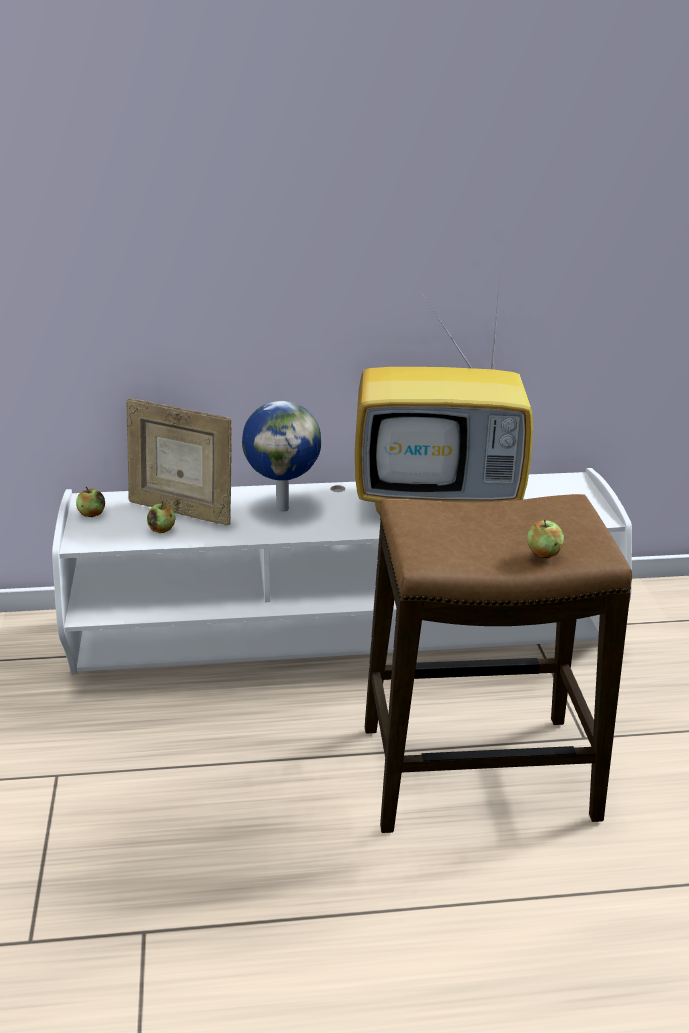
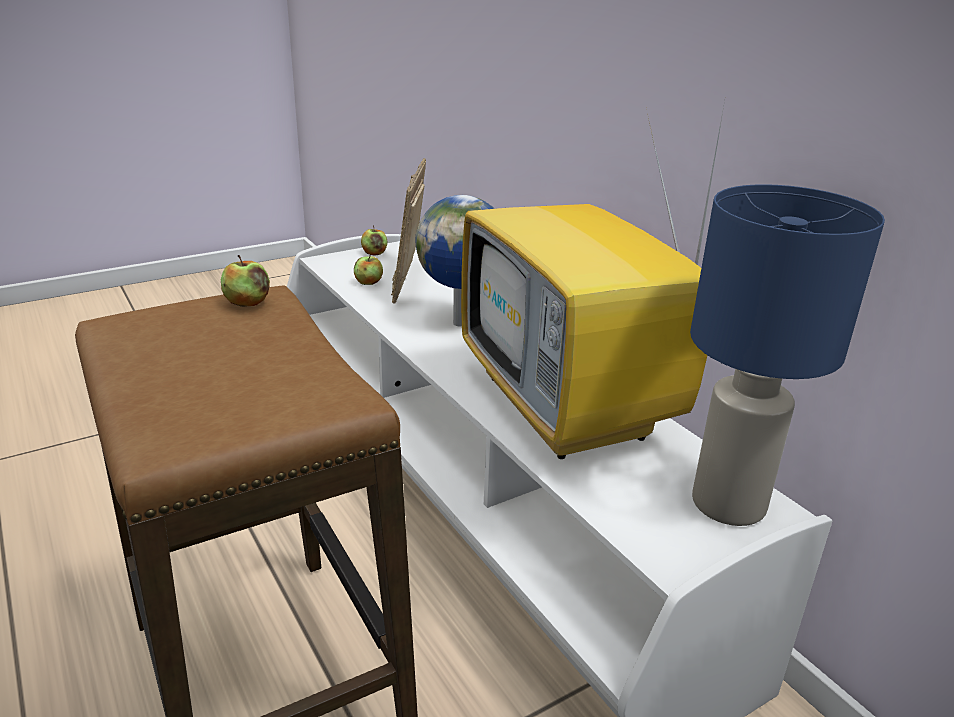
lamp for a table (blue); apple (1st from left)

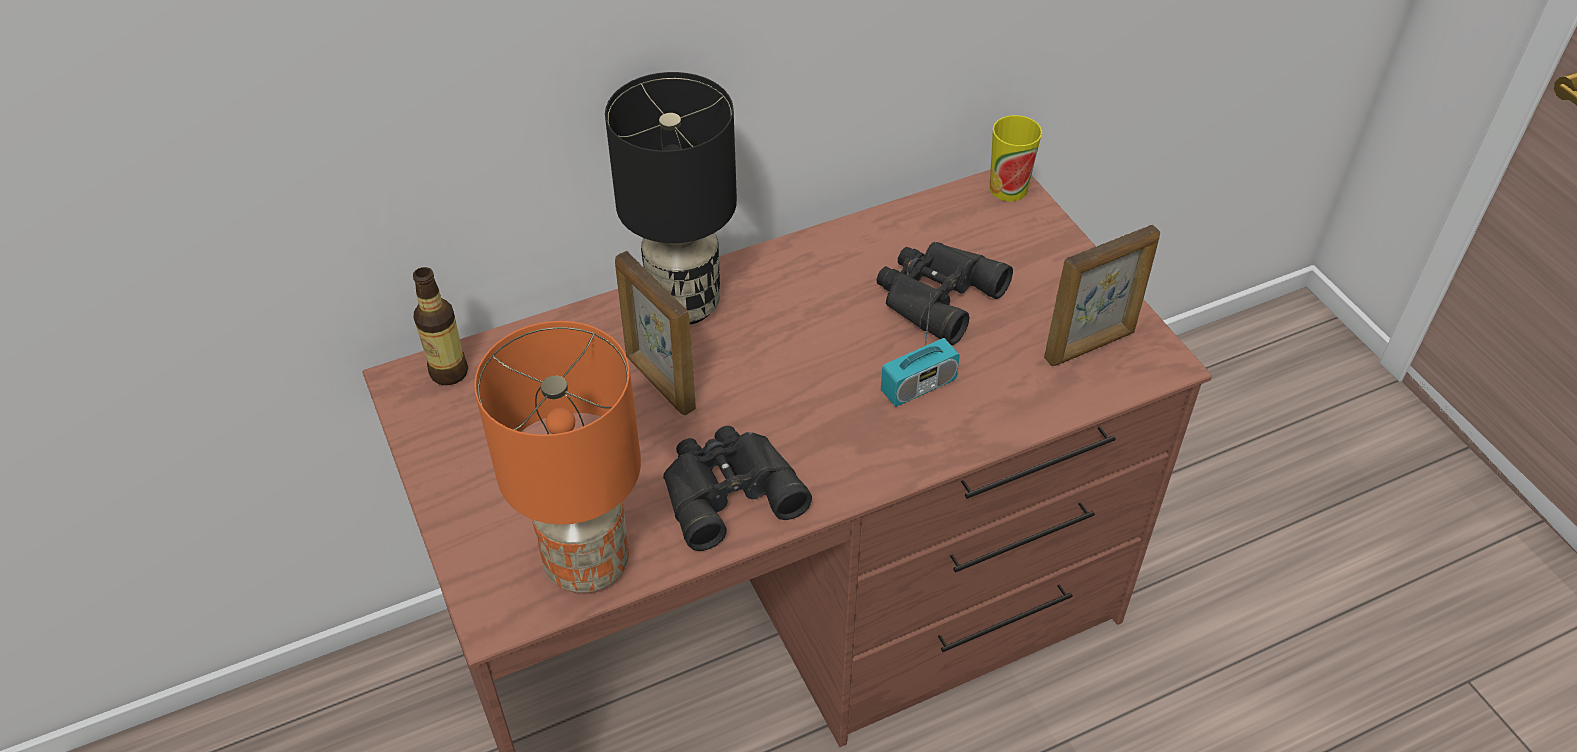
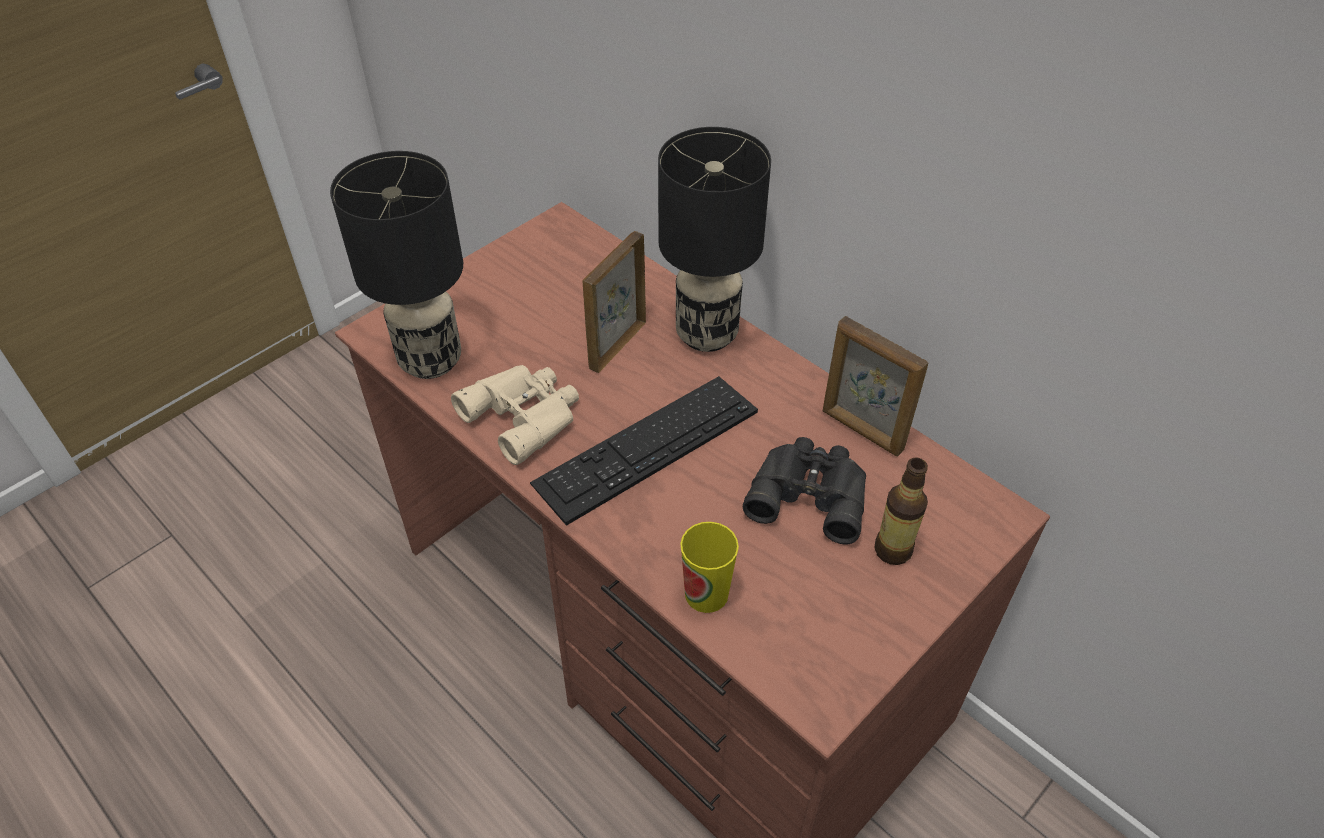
radio set; computer keyboard; drink bottle; drinking cup; picture frame (2nd from left); lamp for a table (black-coloured) (1st from left); field glasses (beige)

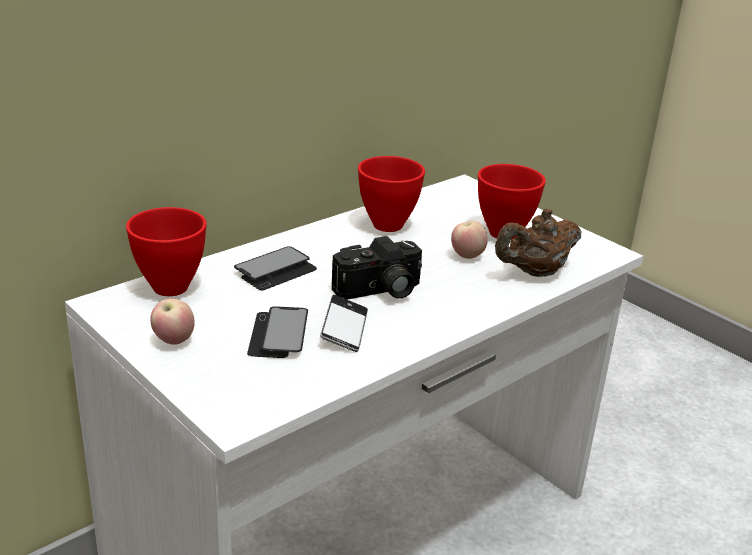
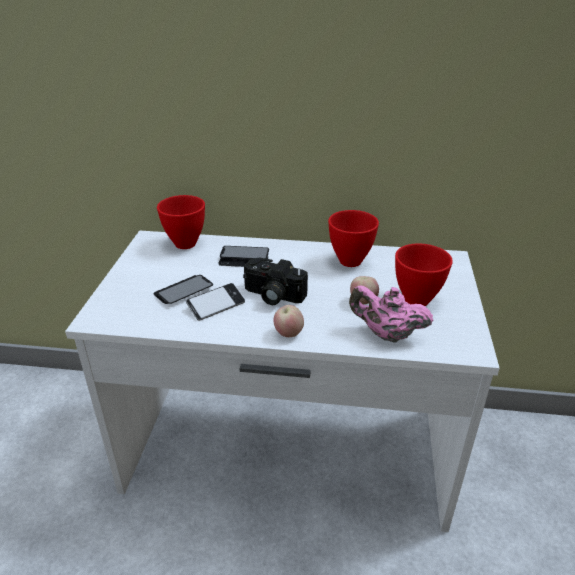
apple (1st from left); teapot (pinkish)

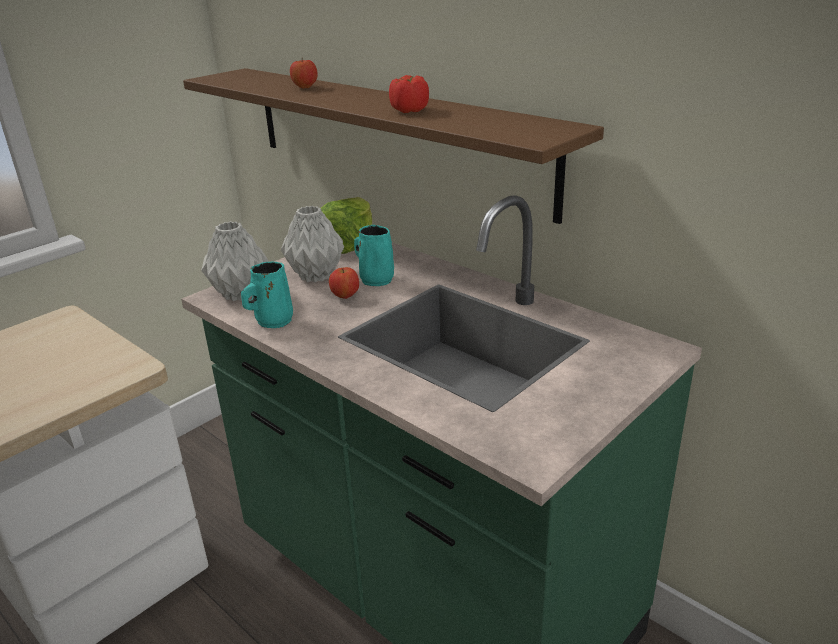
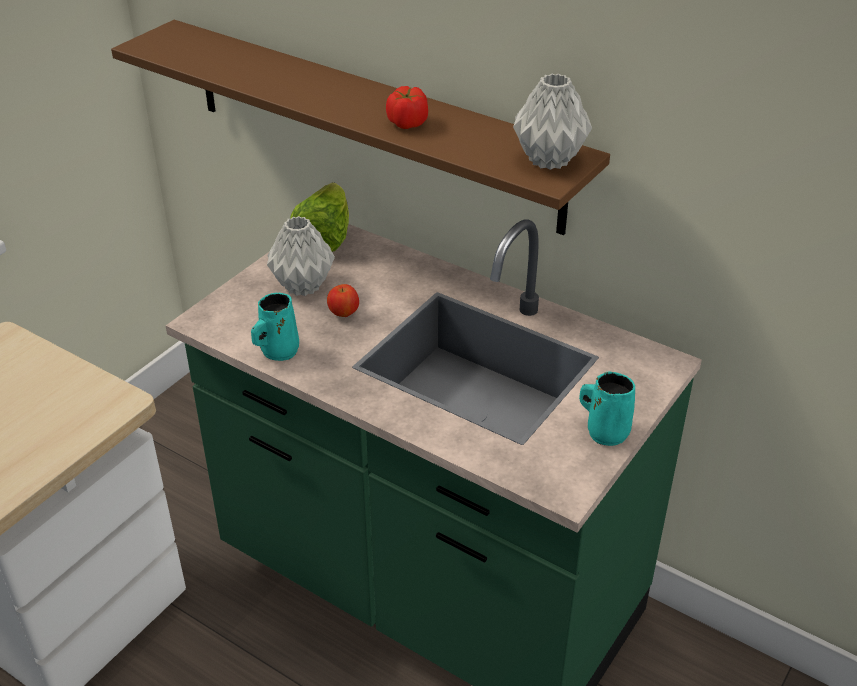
apple (1st from left in the first image); decorative vase (gray) (2nd from left); coffee mug (turquoise) (2nd from left)

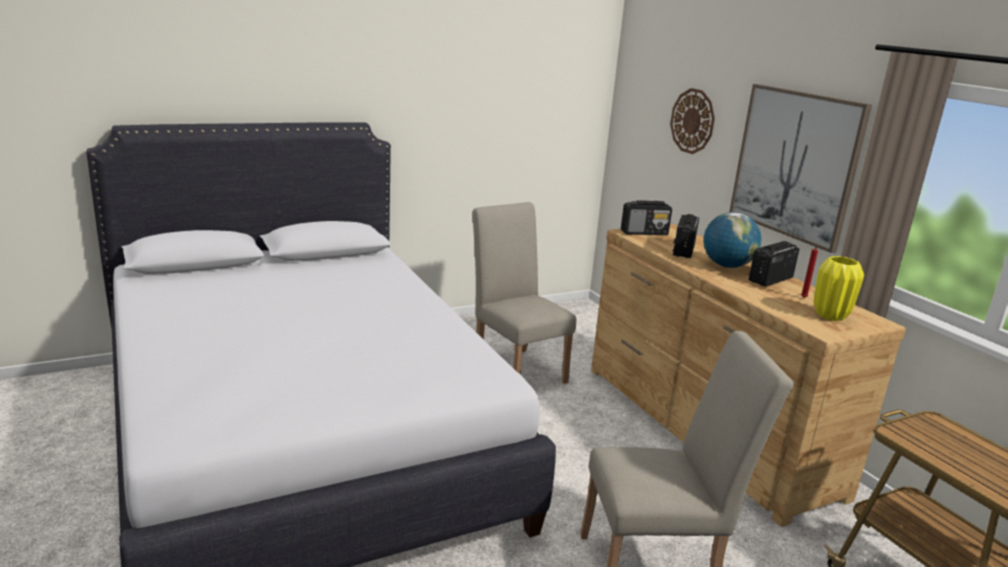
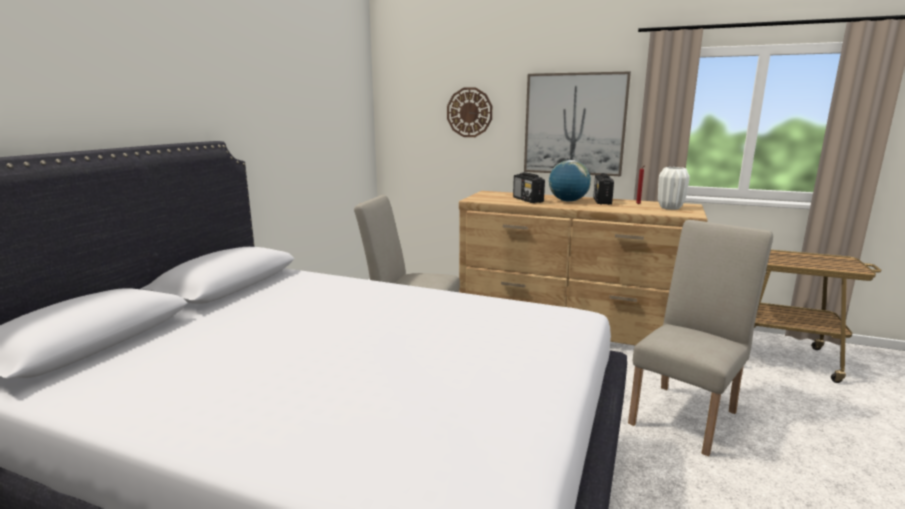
radio set (1st from left in the first image); decorative vase (white)

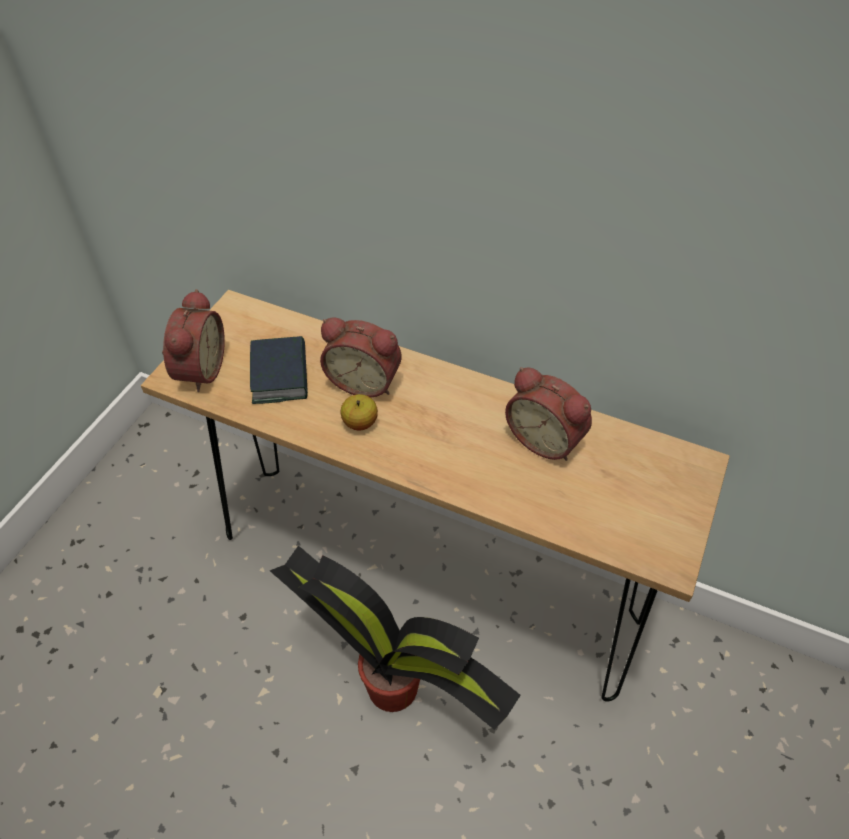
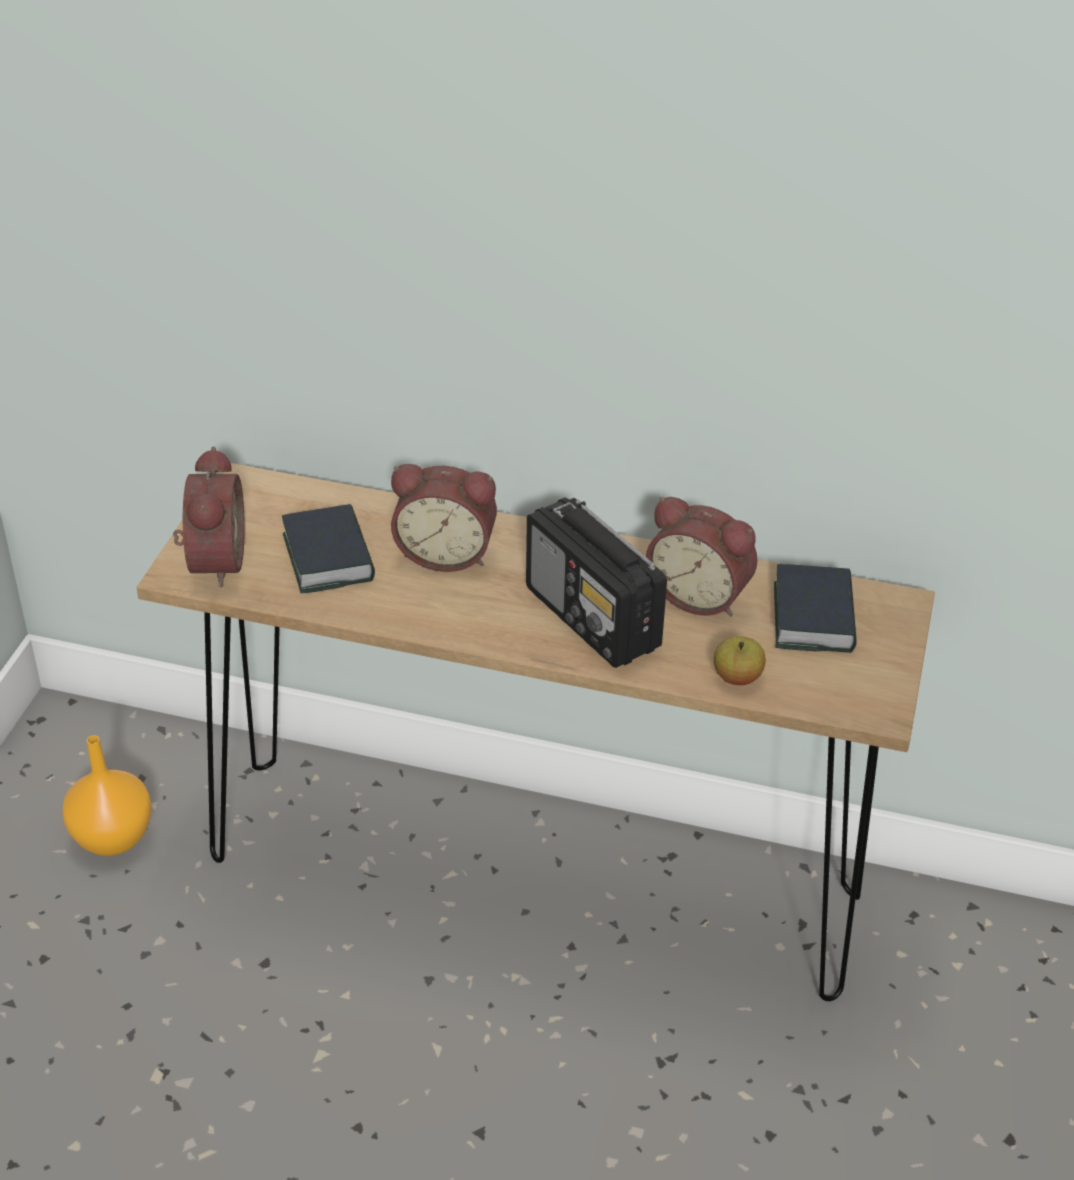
potted plant; decorative vase (orangey); radio set; volume (2nd from left); apple

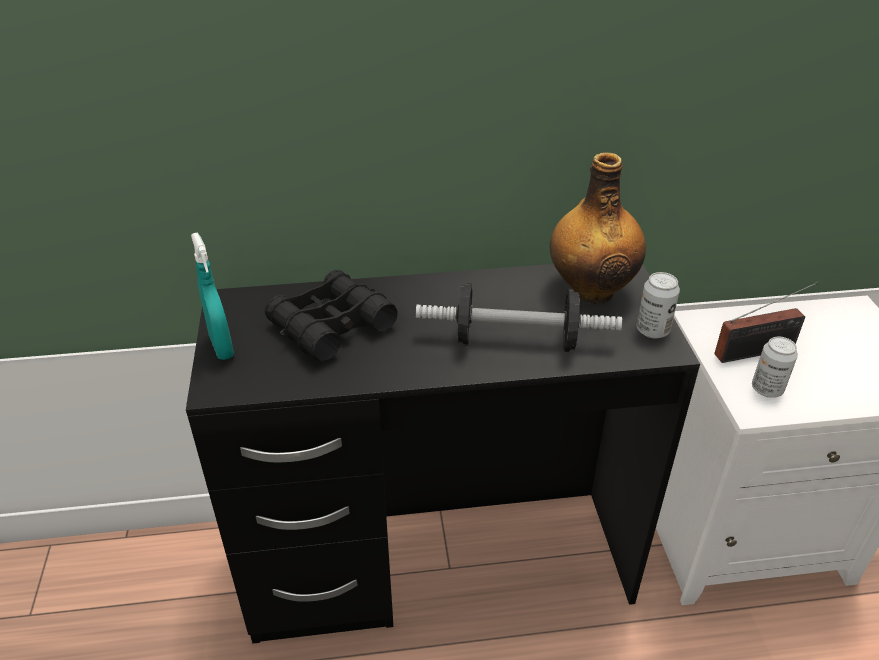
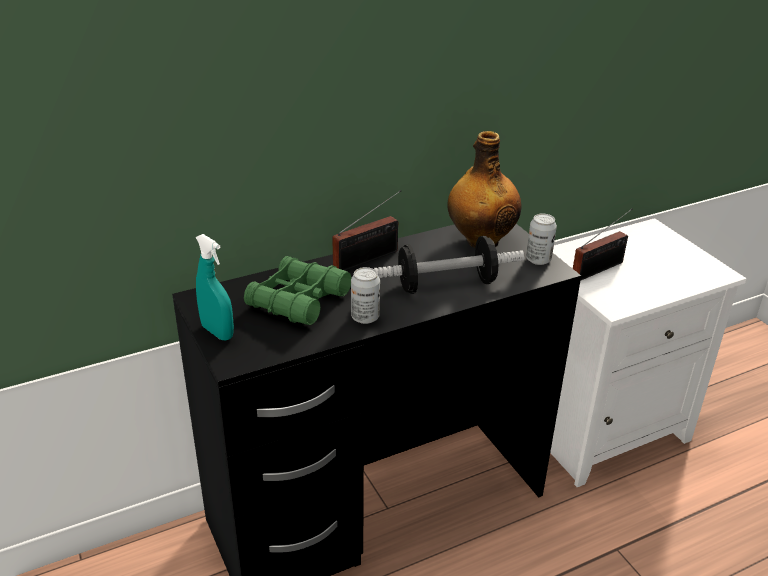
radio set (1st from left); sealed can (1st from left); field glasses (greenish)

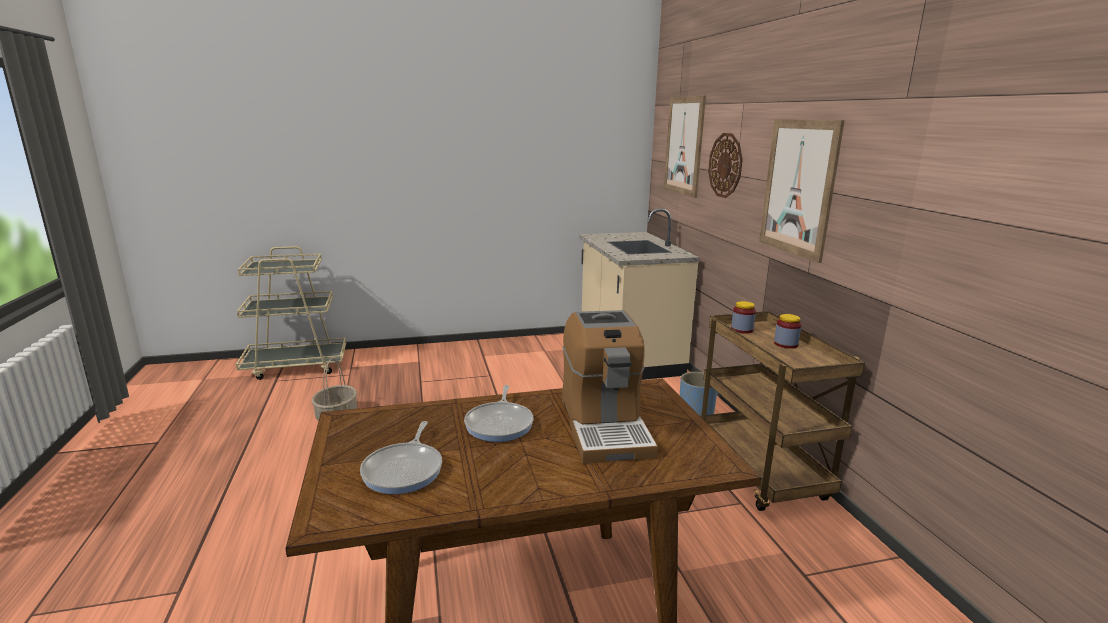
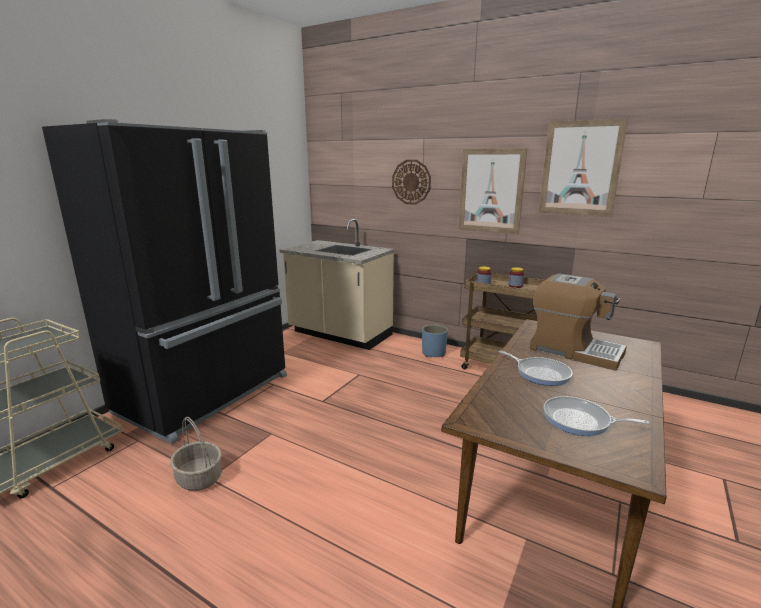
fridge (black-coloured); wall art (2nd from left); frying pan (2nd from left)

